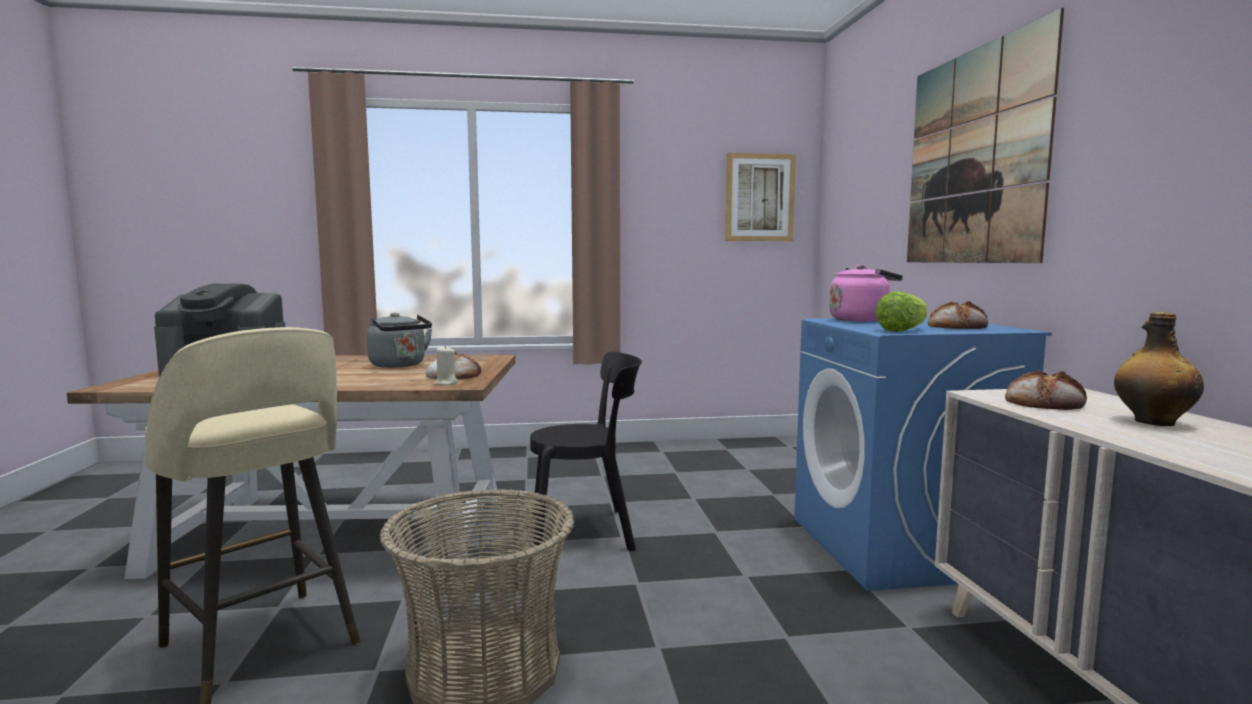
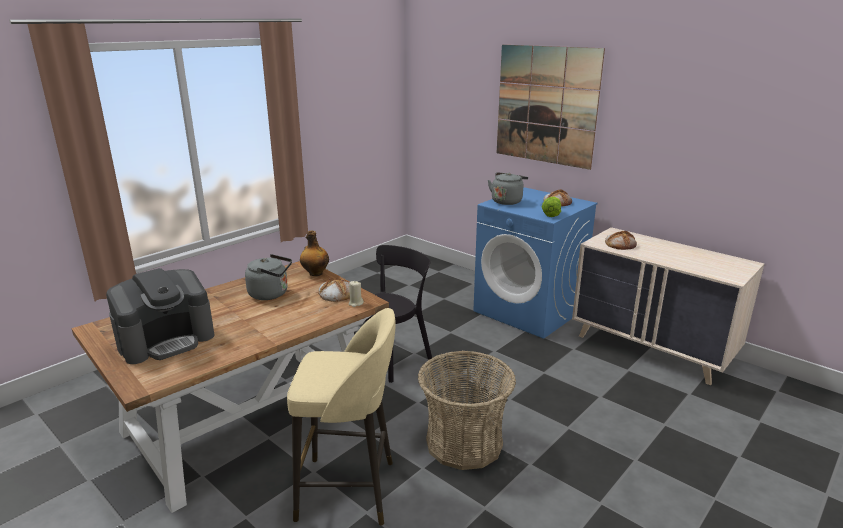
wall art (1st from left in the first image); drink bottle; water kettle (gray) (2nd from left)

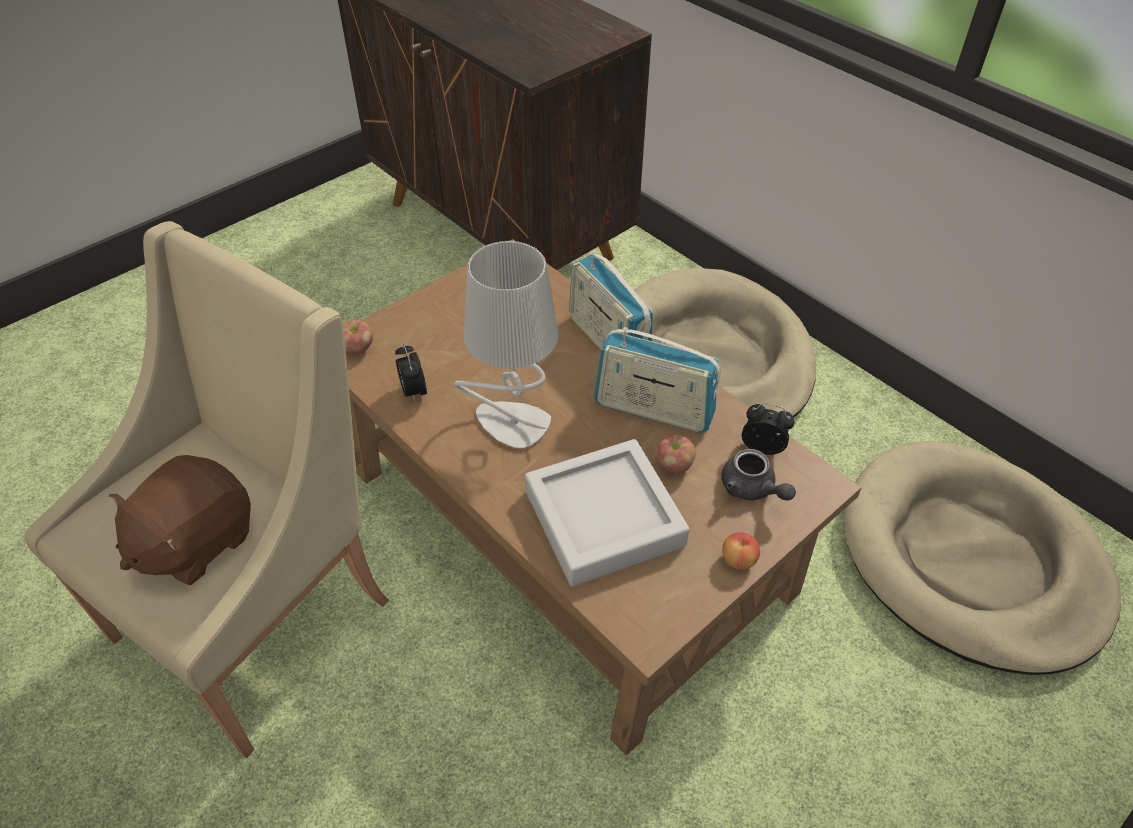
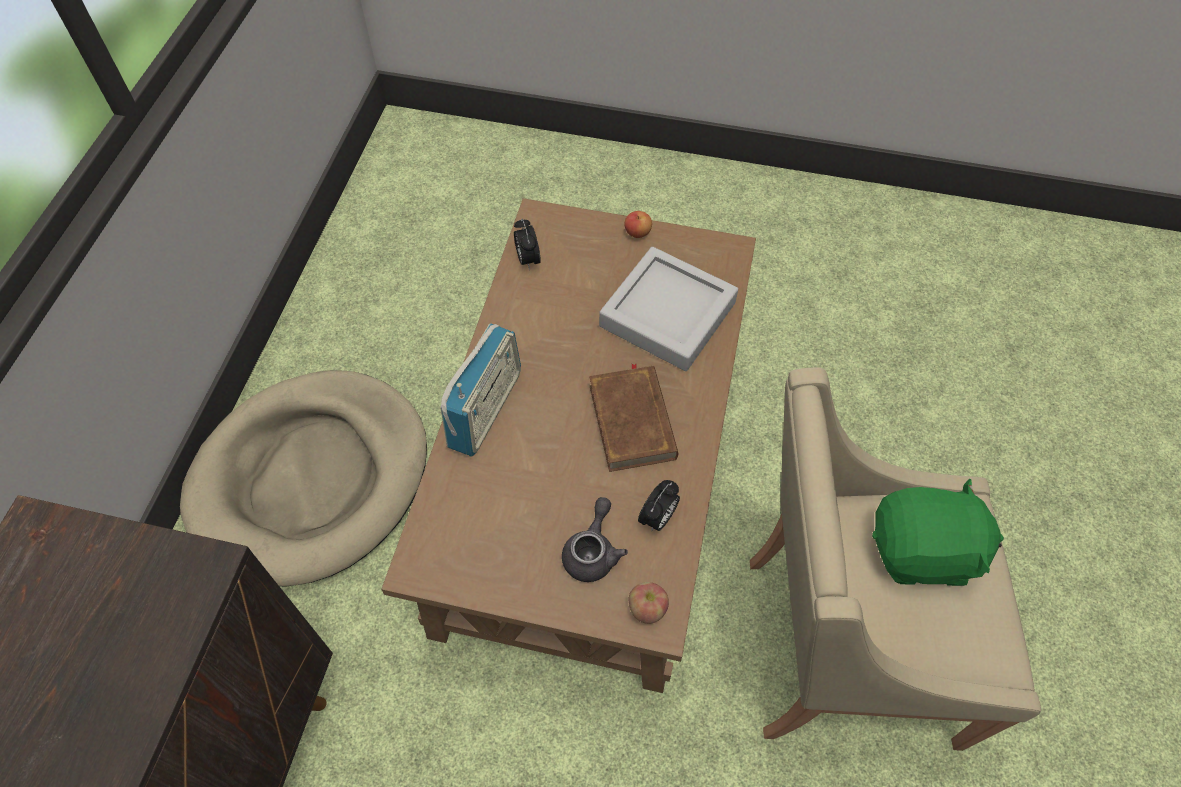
radio set (2nd from left in the first image); apple (2nd from left in the first image); dog cushion (beige) (2nd from left in the first image); teapot (gray); volume (brownish); cuddly toy (greenish)

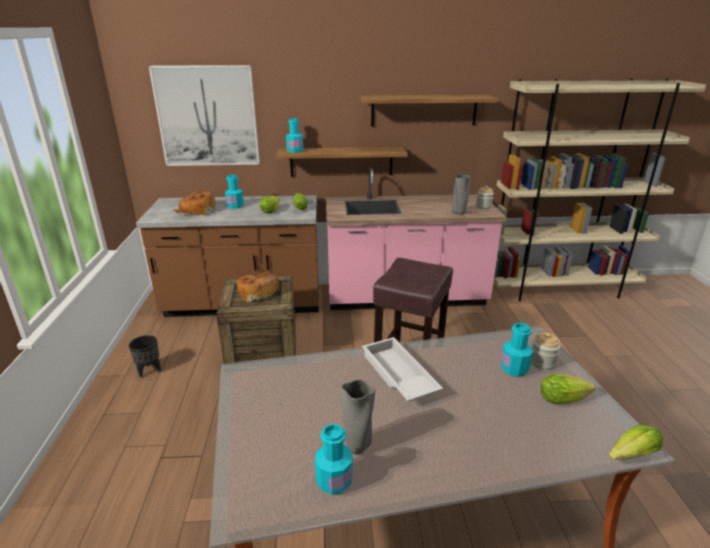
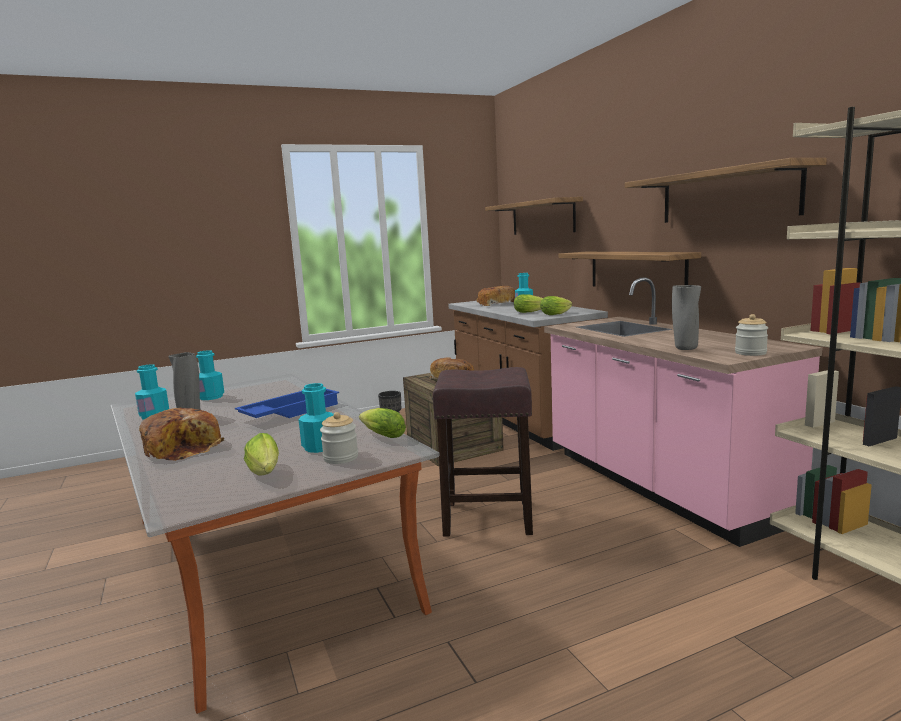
bread (1st from left); drink bottle (turquoise) (2nd from left); lettuce head (2nd from left); bracket shelf (1st from left); carrying tray (blue)

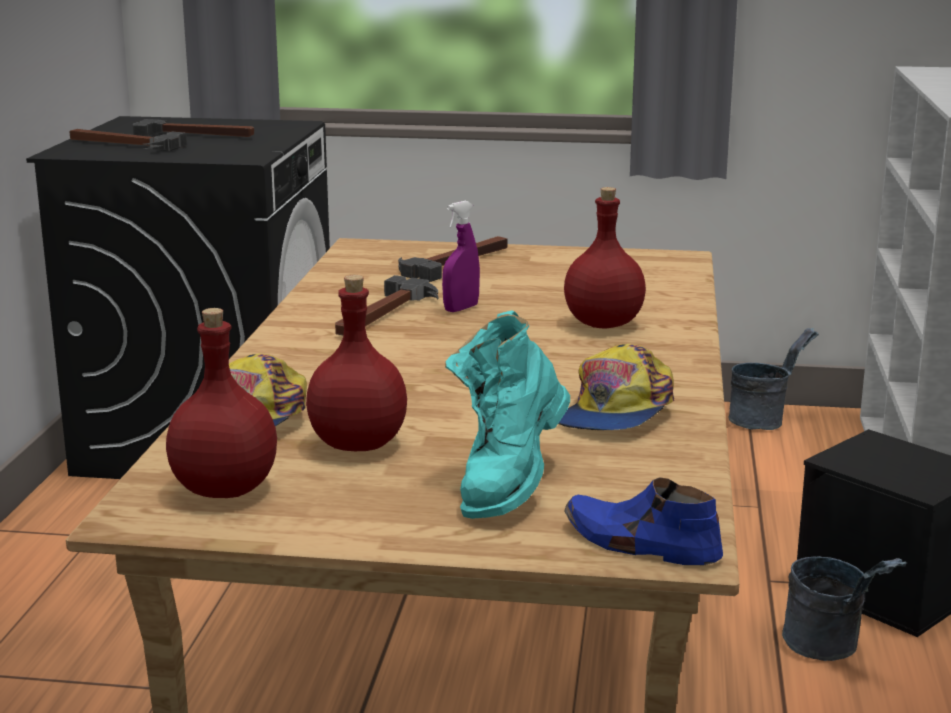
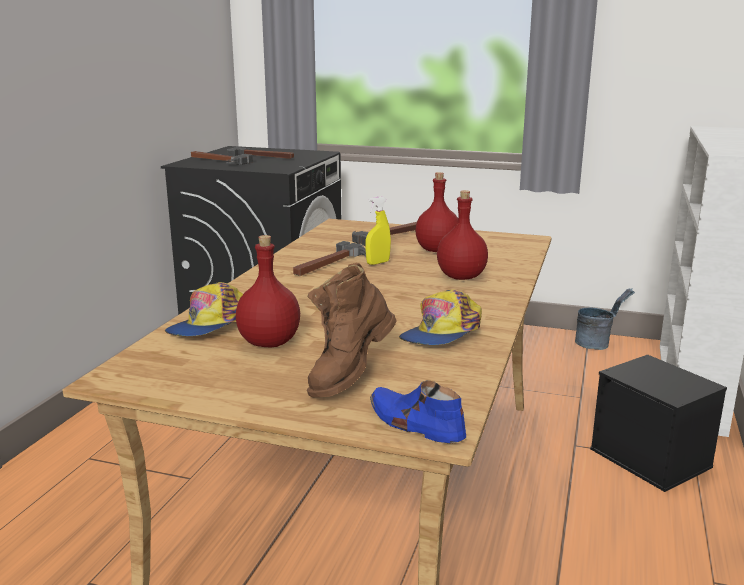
water bucket (gray) (2nd from left in the first image); drink bottle (red) (2nd from left); spray bottle (yellow-coloured); high-top boot (brownish)

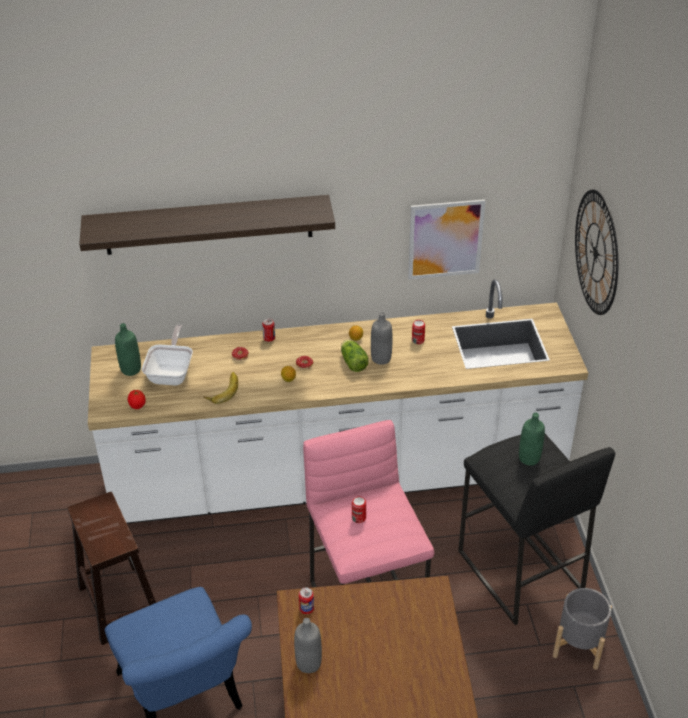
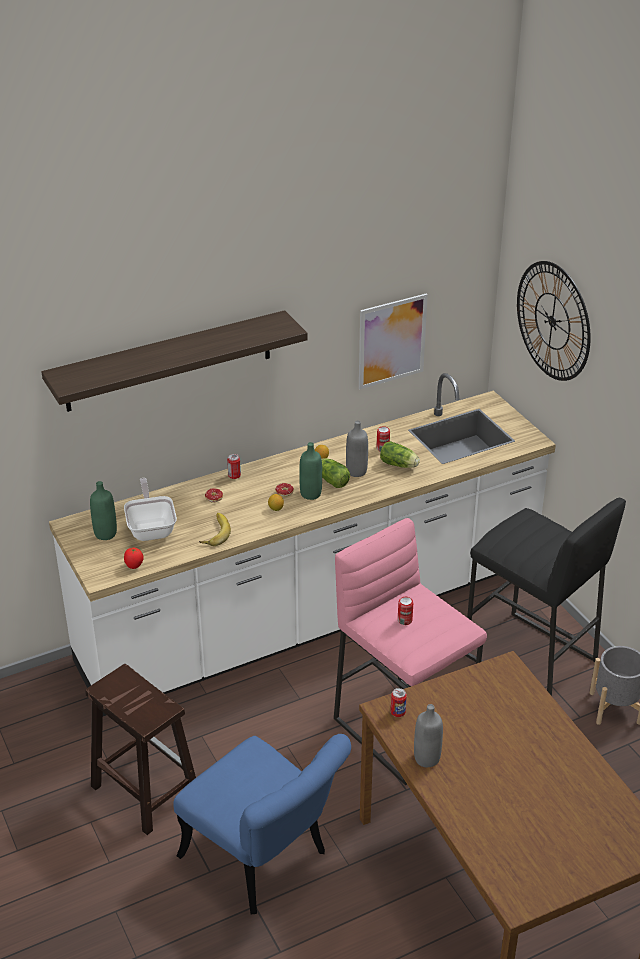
lettuce head (2nd from left); drink bottle (greenish) (2nd from left)

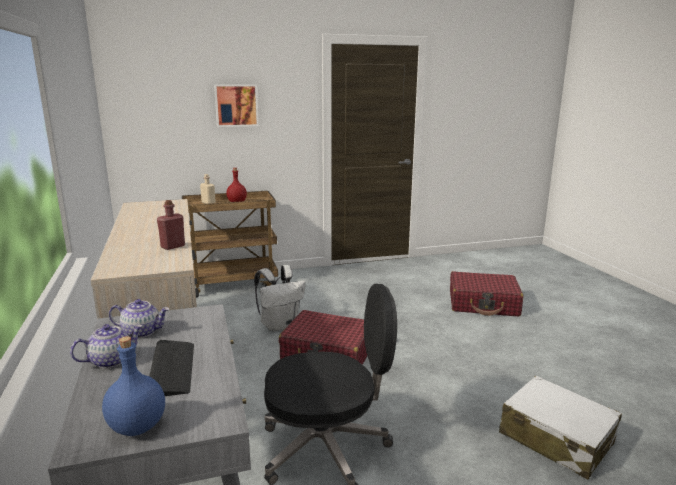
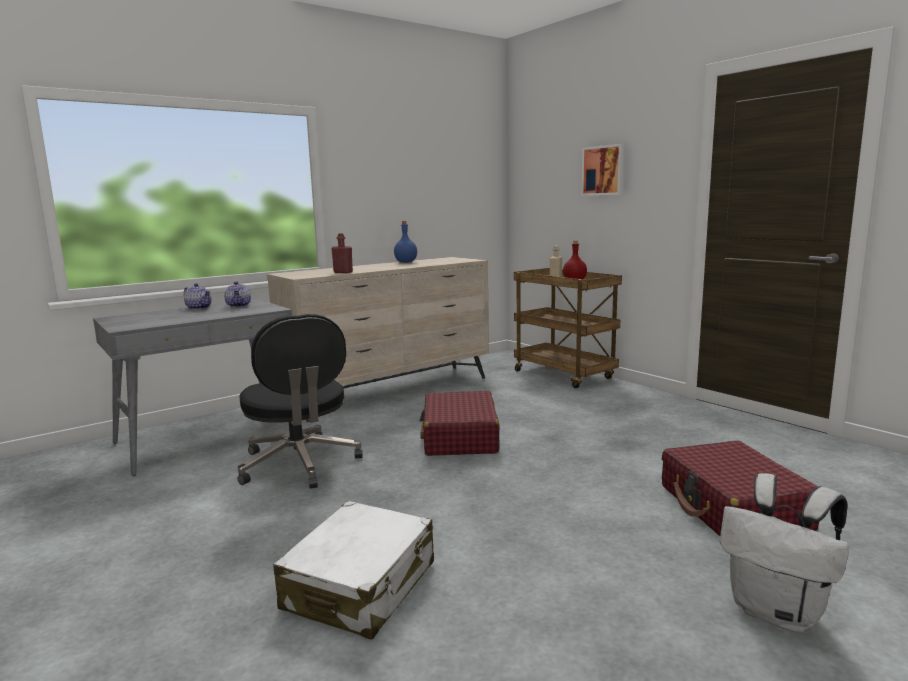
computer keyboard; drink bottle (blue); backpack (white)

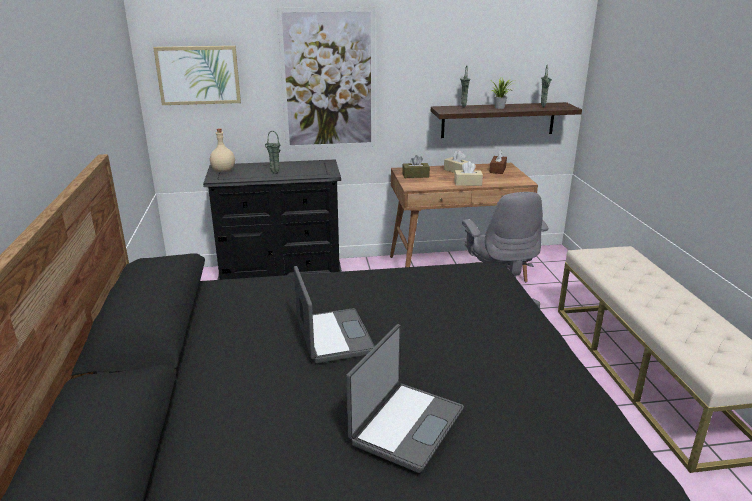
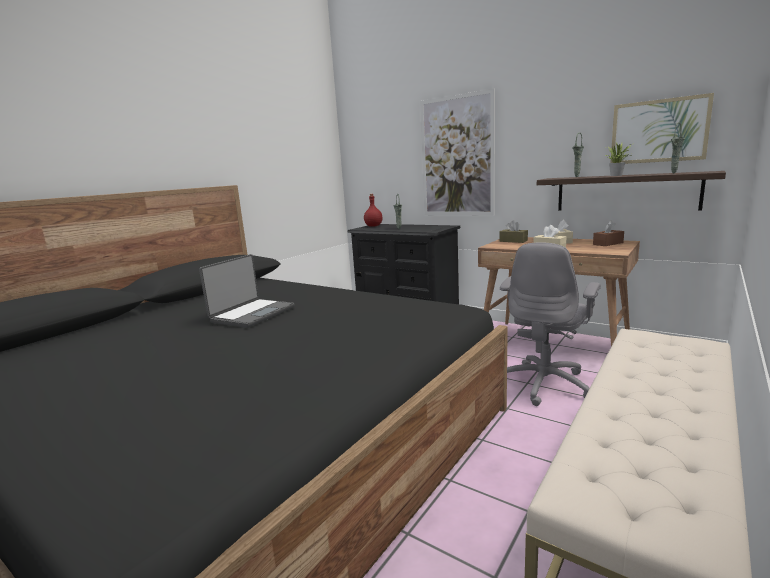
laptop (2nd from left in the first image); wall art (2nd from left); drink bottle (red)

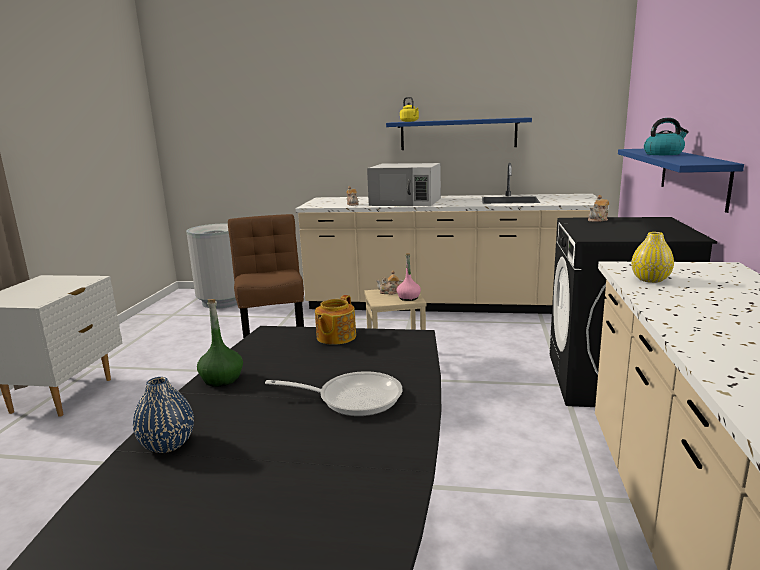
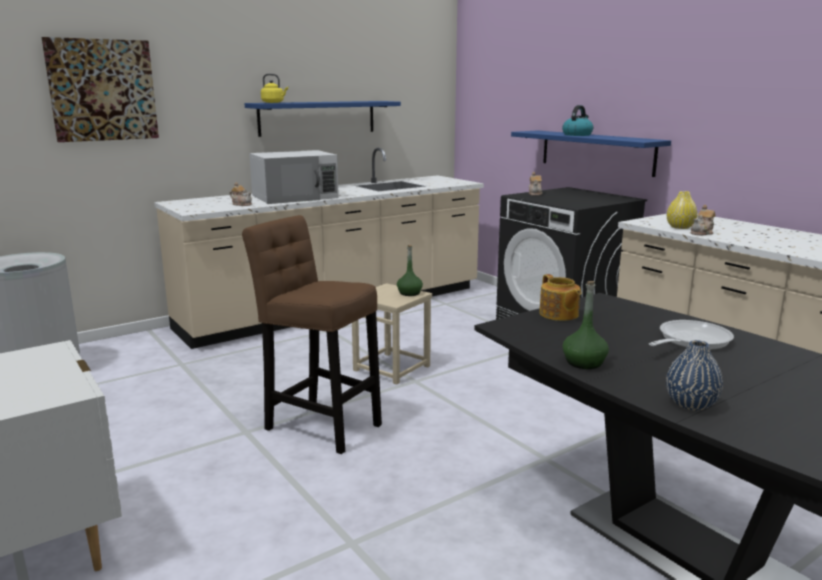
wall art; teapot (4th from left); drink bottle (greenish) (1st from left)

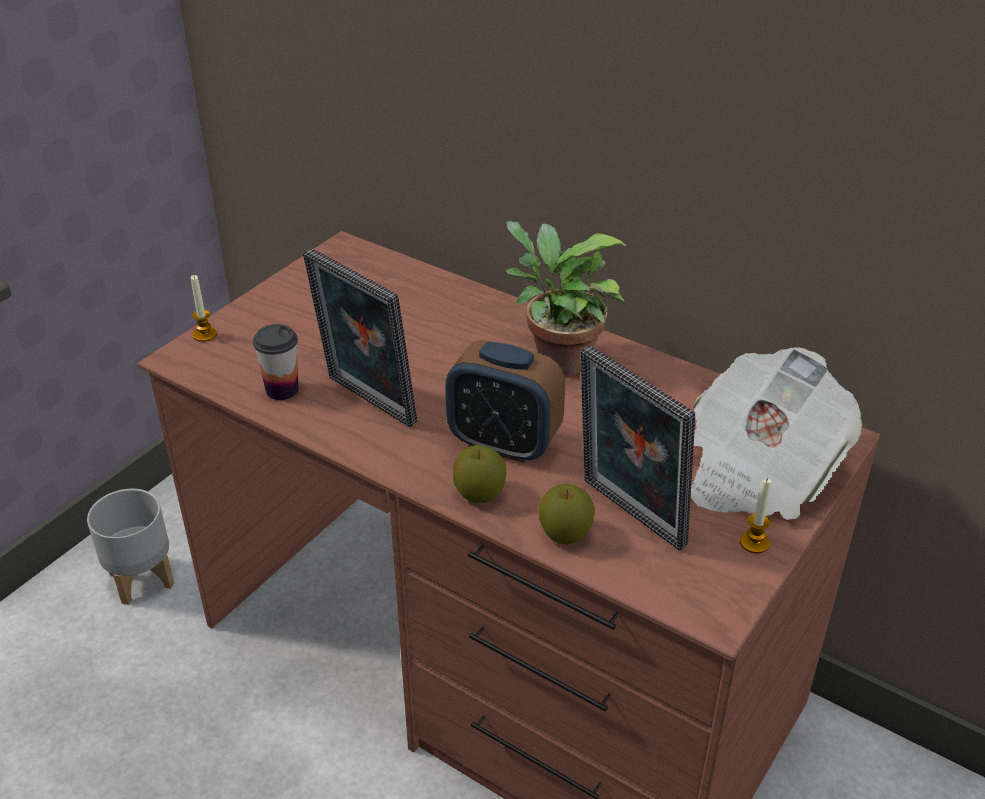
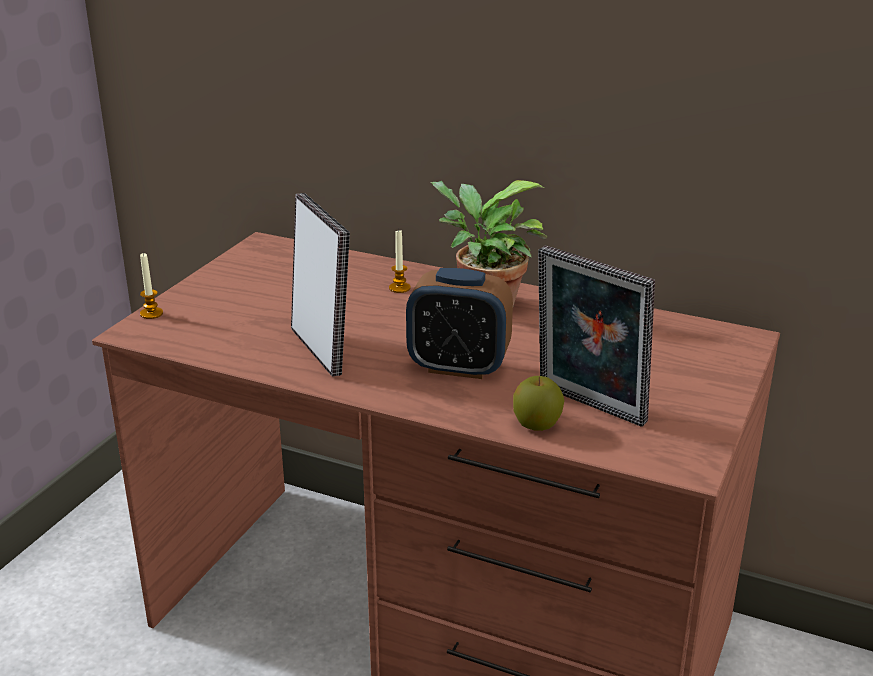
plant pot (gray); drinking cup; apple (1st from left in the first image); daily paper; candle (2nd from left); picture frame (1st from left)

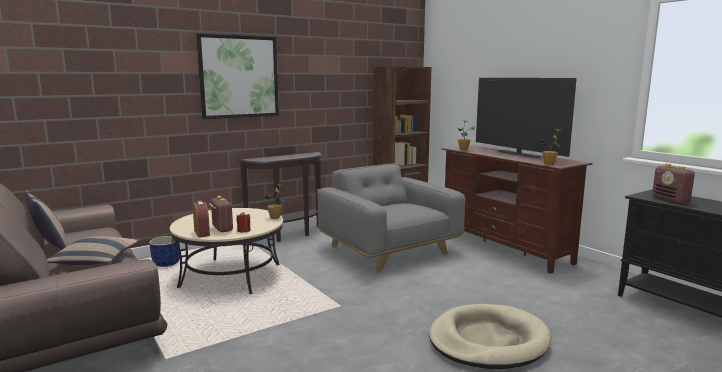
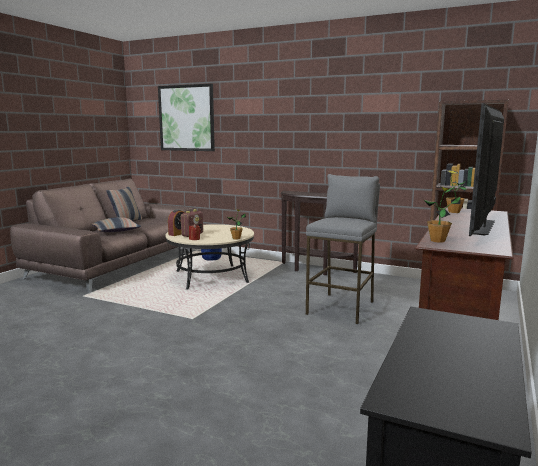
dog cushion (beige); radio set (2nd from left in the first image); wall art; stool (gray)

